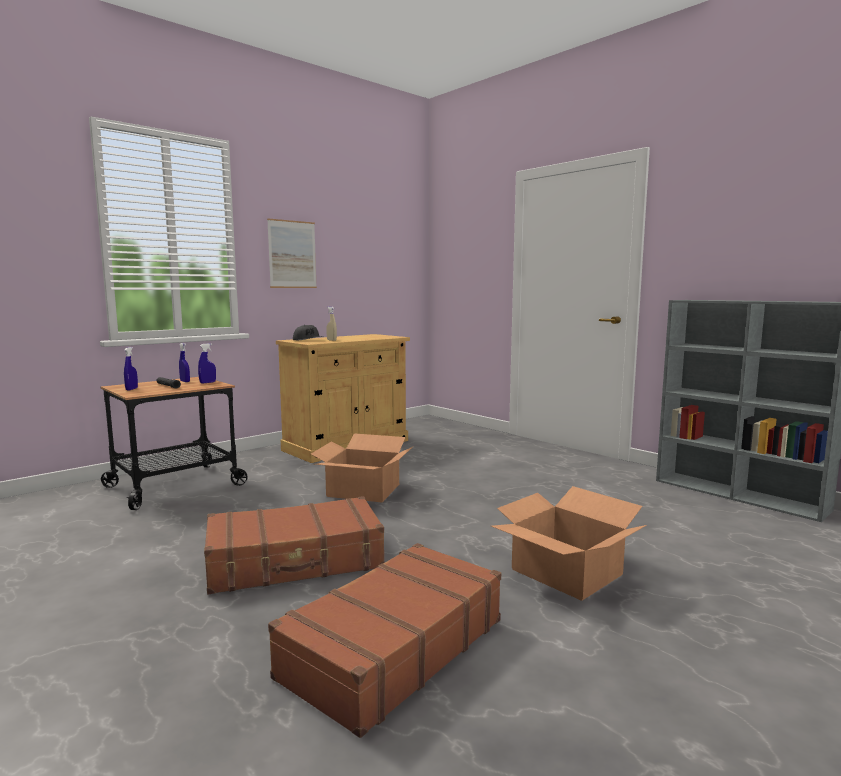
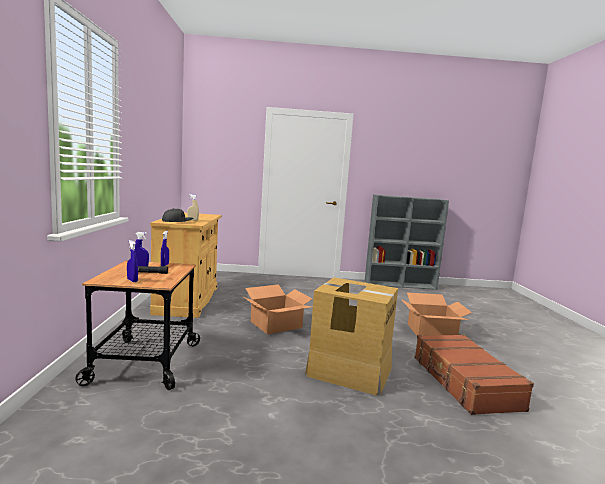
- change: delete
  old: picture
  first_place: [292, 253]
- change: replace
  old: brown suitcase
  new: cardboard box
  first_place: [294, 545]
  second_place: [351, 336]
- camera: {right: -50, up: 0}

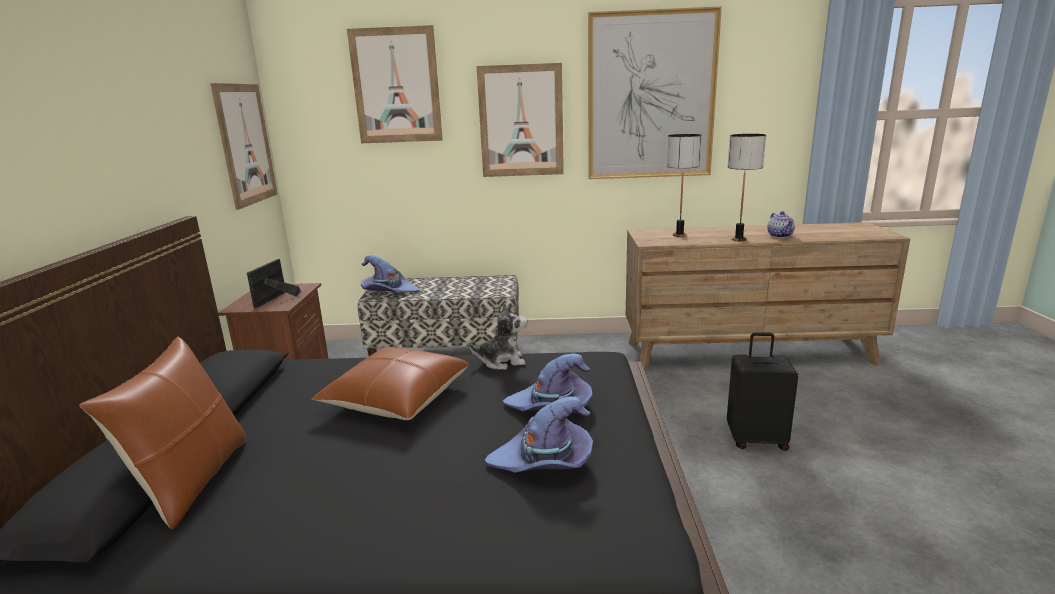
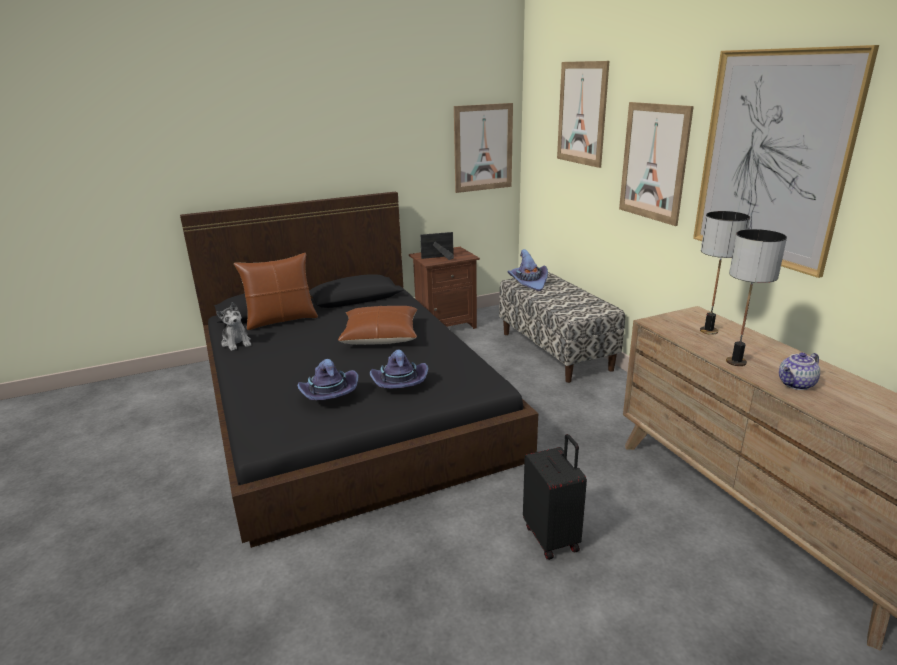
- change: move
  old: plush toy
  first_place: [498, 336]
  second_place: [233, 326]
- camera: {right: 65, up: 5}

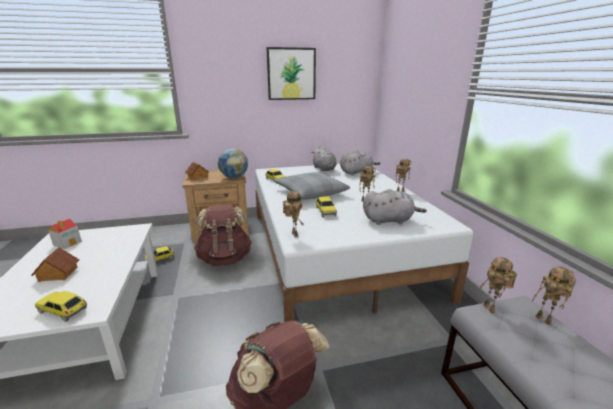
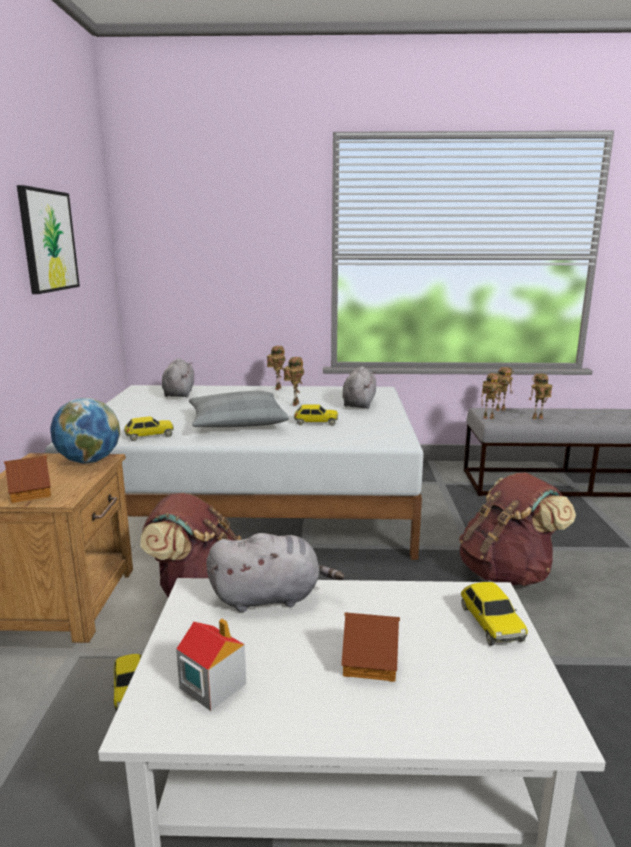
- change: move
  old: grey plush toy
  first_place: [324, 159]
  second_place: [275, 572]
- change: move
  old: toy robot
  first_place: [293, 214]
  second_place: [540, 396]
- change: rotate
  old: toy car
  first_place: [61, 306]
  second_place: [494, 614]
  degrees: -45
- camera: {right: -75, up: -5}

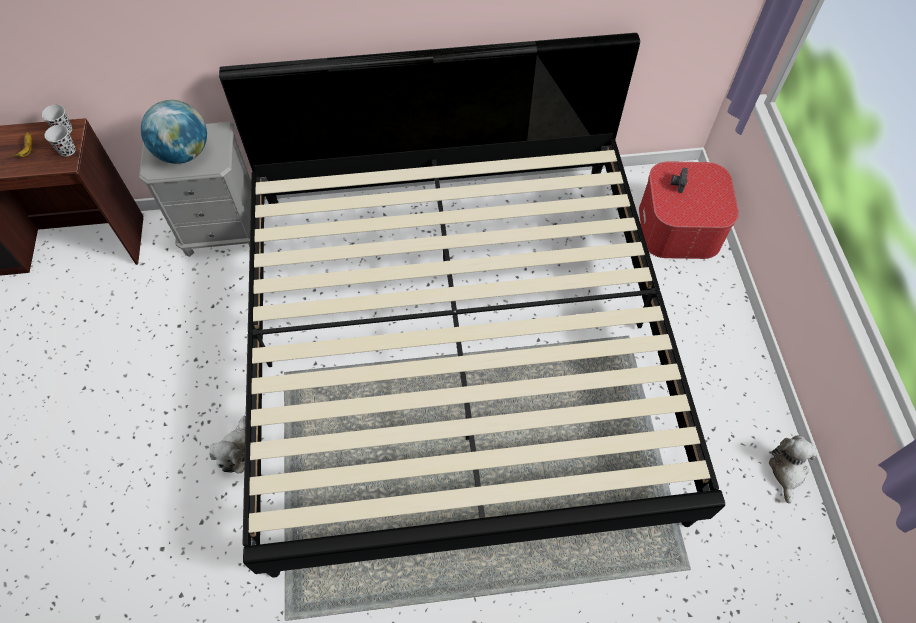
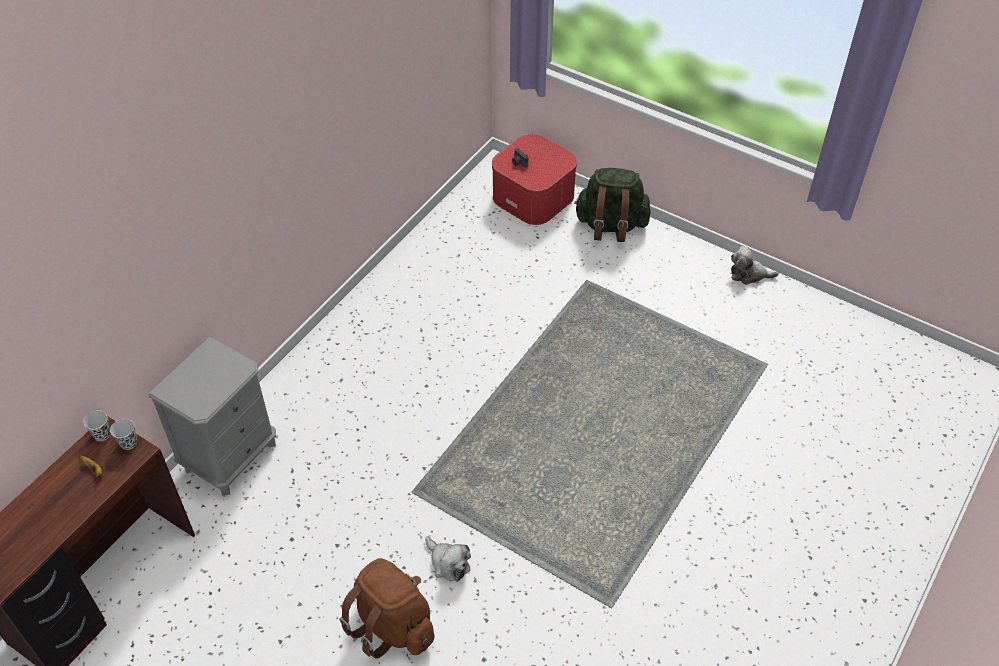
- change: delete
  old: bed
  first_place: [472, 305]
- change: delete
  old: globe
  first_place: [174, 132]
- change: rotate
  old: plush toy
  first_place: [792, 469]
  second_place: [755, 265]
  degrees: -45
- change: insert
  new: green backpack
  second_place: [612, 205]
- change: insert
  new: brown backpack
  second_place: [387, 608]
- camera: {right: -50, up: -10}

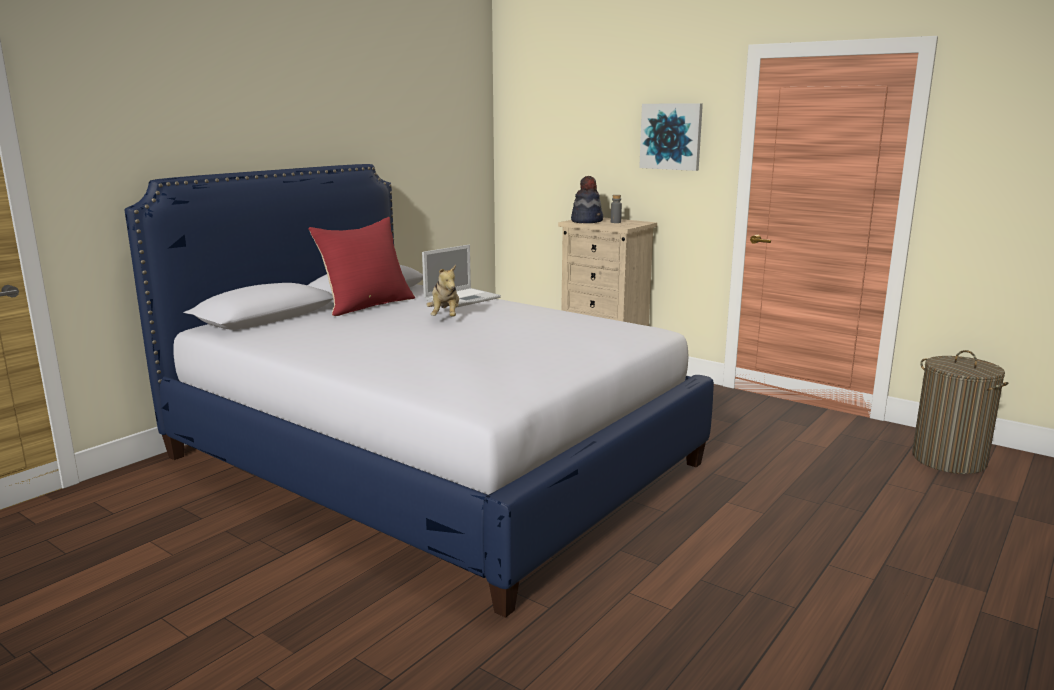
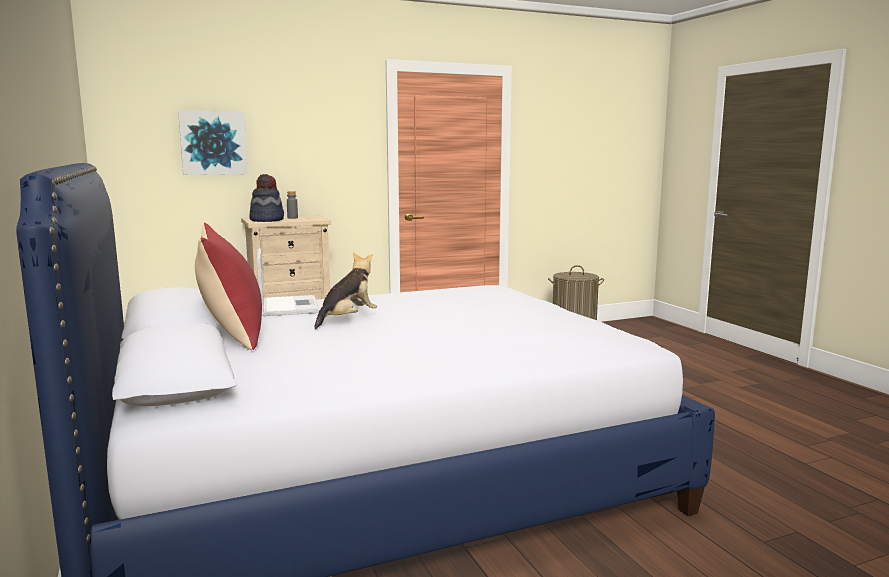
- change: move
  old: picture
  first_place: [671, 137]
  second_place: [213, 142]
- change: rotate
  old: plush toy
  first_place: [442, 290]
  second_place: [345, 291]
  degrees: -75
- camera: {right: -60, up: -5}

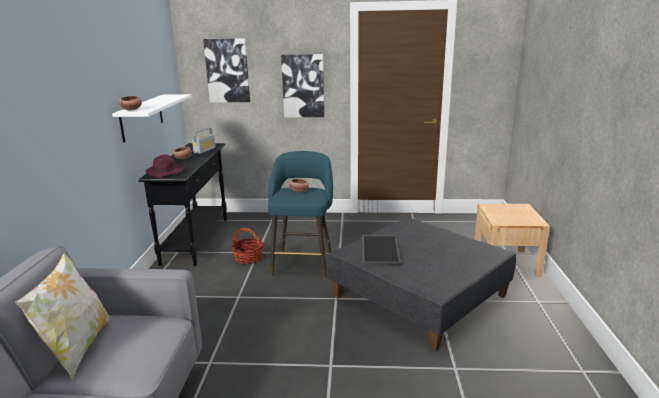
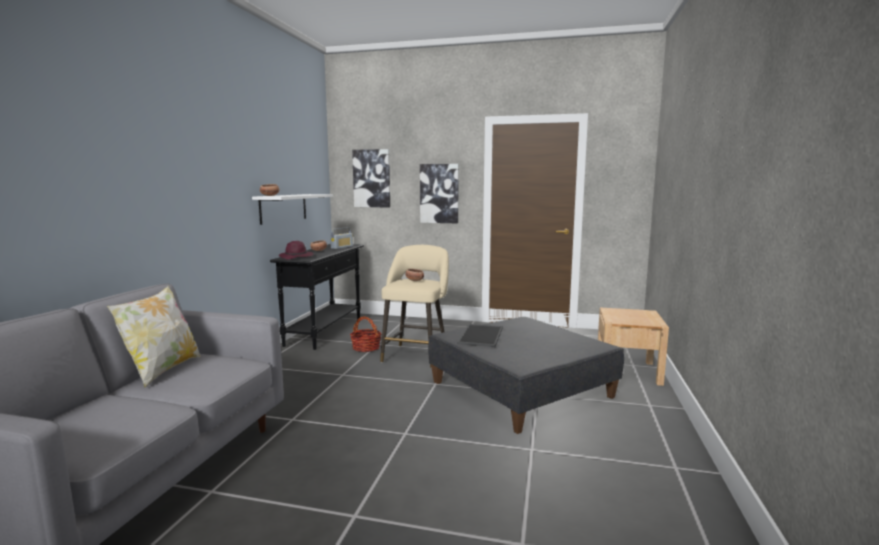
- change: recolor
  old: turquoise stool
  new: beige stool
  first_place: [300, 214]
  second_place: [414, 306]
- camera: {right: 10, up: -10}

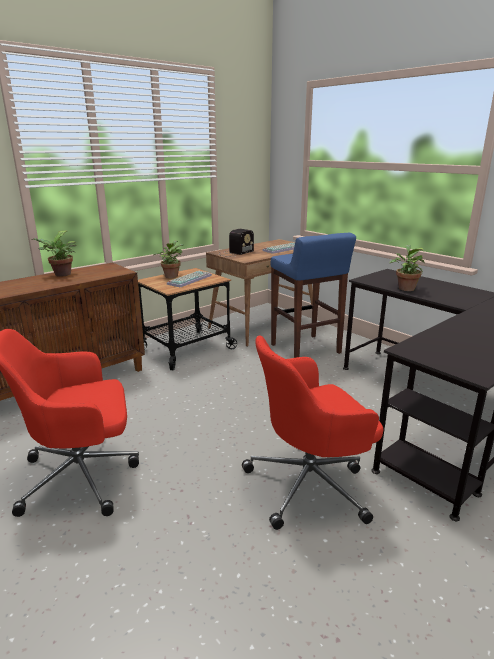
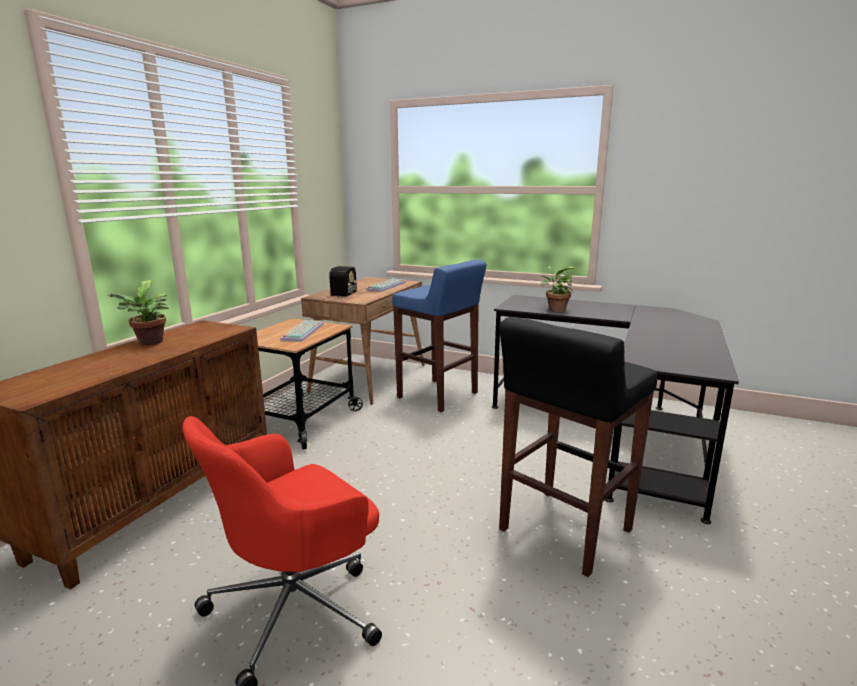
- change: delete
  old: potted plant
  first_place: [168, 259]
- change: replace
  old: red office chair
  new: black stool
  first_place: [312, 433]
  second_place: [578, 447]
- camera: {right: -25, up: -5}

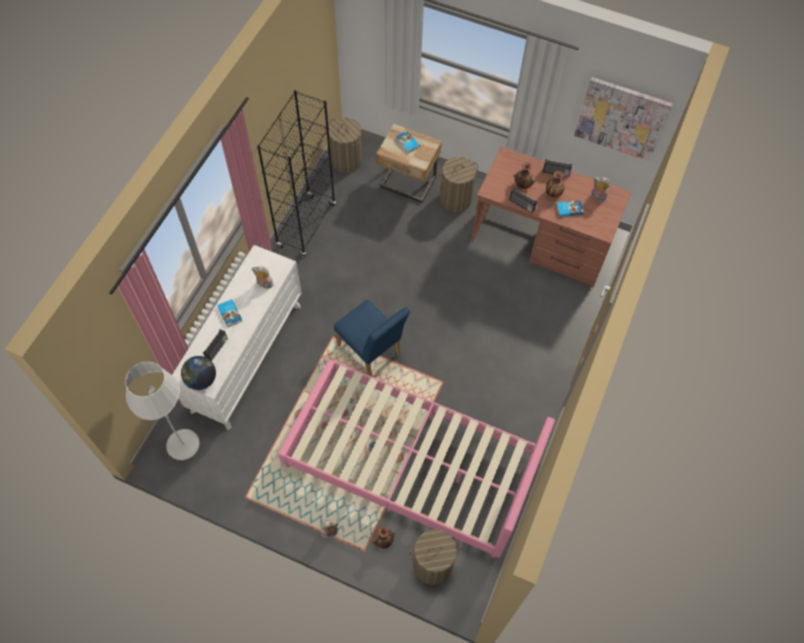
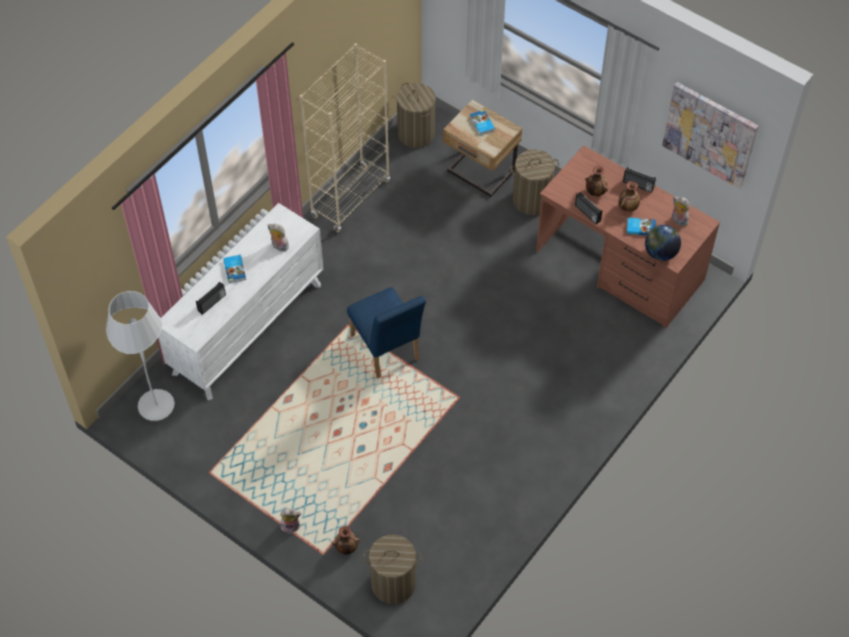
- change: recolor
  old: black bookcase
  new: beige bookcase
  first_place: [296, 173]
  second_place: [345, 137]
- change: move
  old: globe
  first_place: [198, 373]
  second_place: [663, 243]
- change: delete
  old: pink bed
  first_place: [416, 458]
- camera: {right: 15, up: -5}

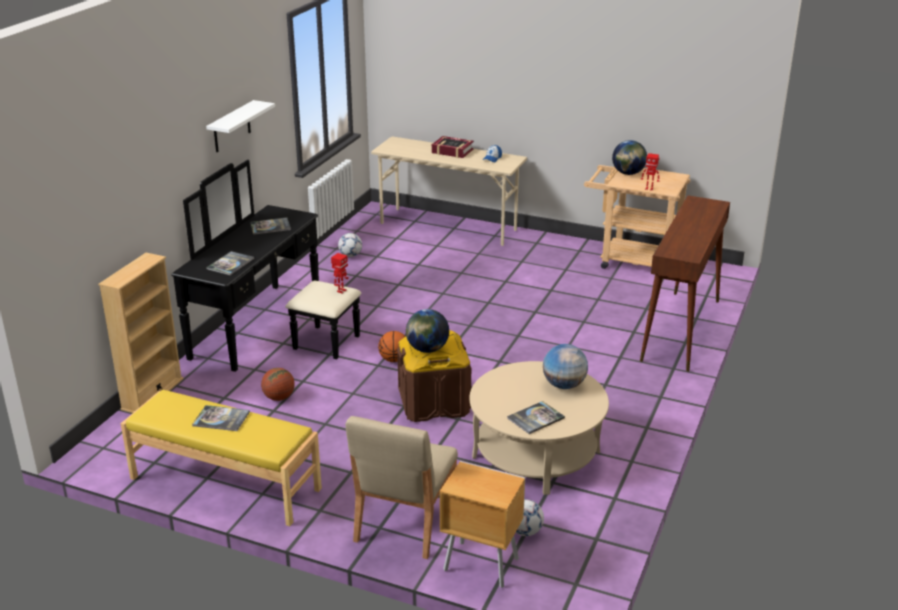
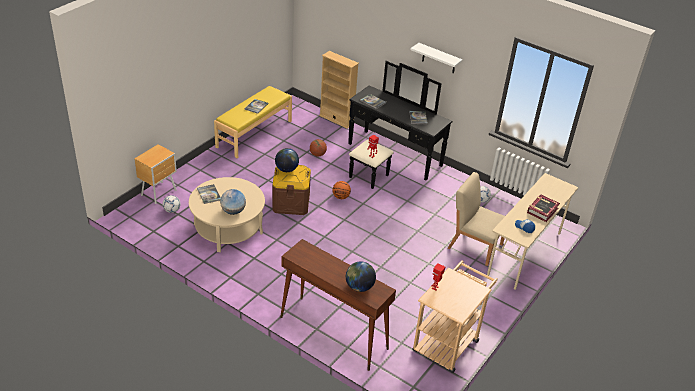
- change: move
  old: globe
  first_place: [629, 157]
  second_place: [361, 276]
- change: move
  old: beige chair
  first_place: [401, 487]
  second_place: [476, 219]
- camera: {right: 100, up: 10}

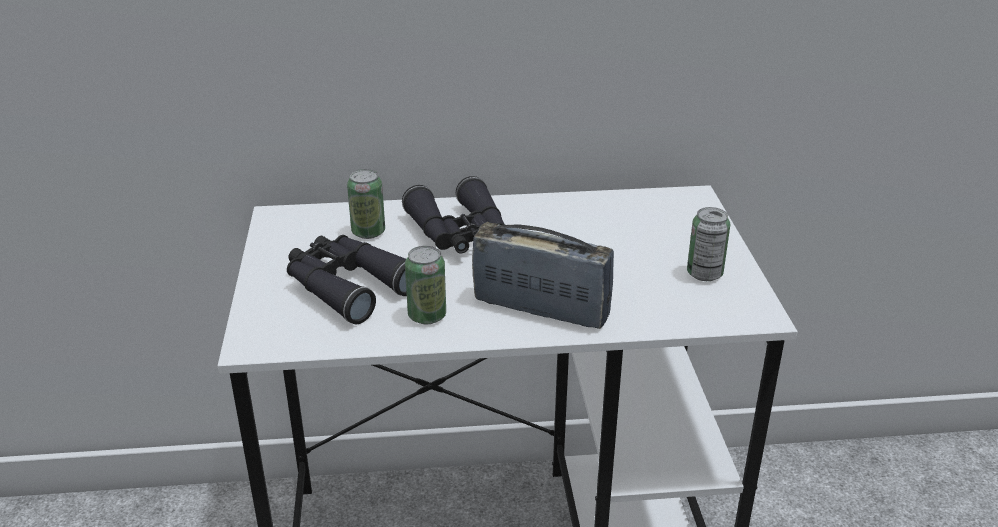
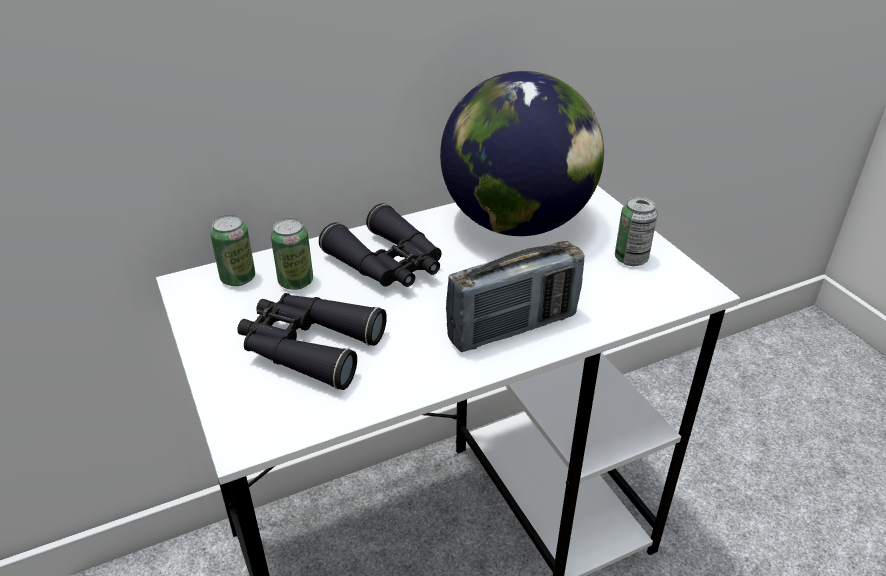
- change: rotate
  old: radio
  first_place: [543, 275]
  second_place: [515, 296]
  degrees: 150
- change: move
  old: can
  first_place: [425, 285]
  second_place: [232, 250]
- change: insert
  new: globe
  second_place: [522, 153]
- camera: {right: -20, up: 5}

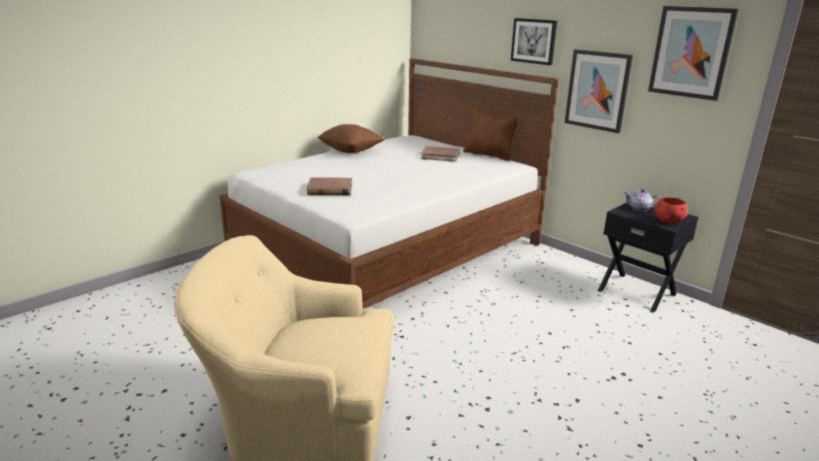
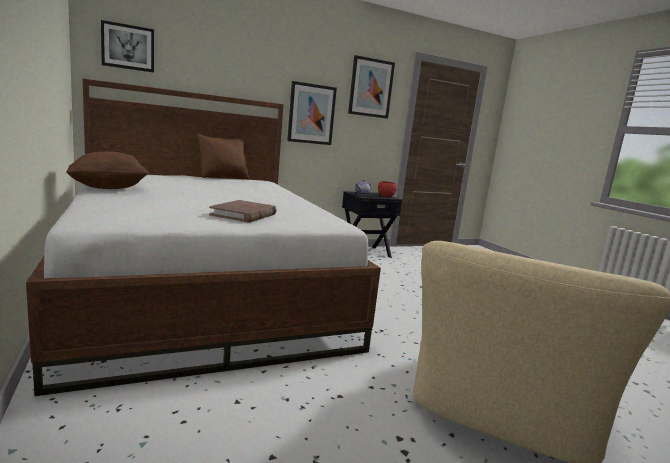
- change: move
  old: picture
  first_place: [534, 41]
  second_place: [127, 46]
- change: delete
  old: brown book
  first_place: [440, 154]
- camera: {right: -70, up: -10}

